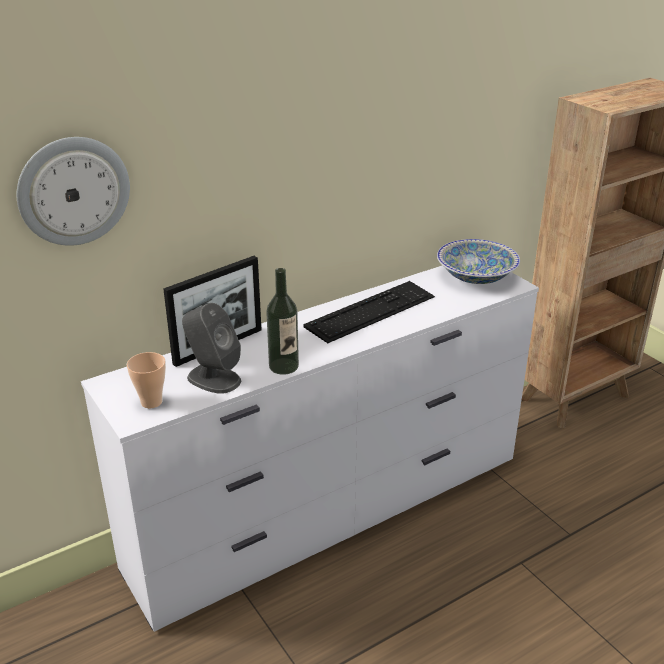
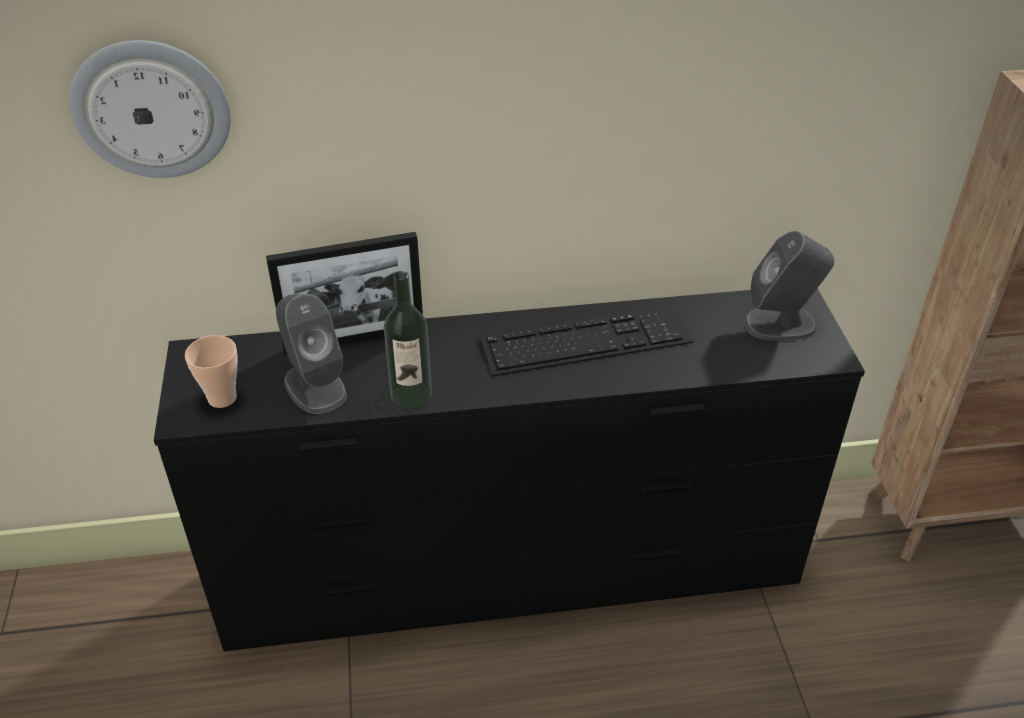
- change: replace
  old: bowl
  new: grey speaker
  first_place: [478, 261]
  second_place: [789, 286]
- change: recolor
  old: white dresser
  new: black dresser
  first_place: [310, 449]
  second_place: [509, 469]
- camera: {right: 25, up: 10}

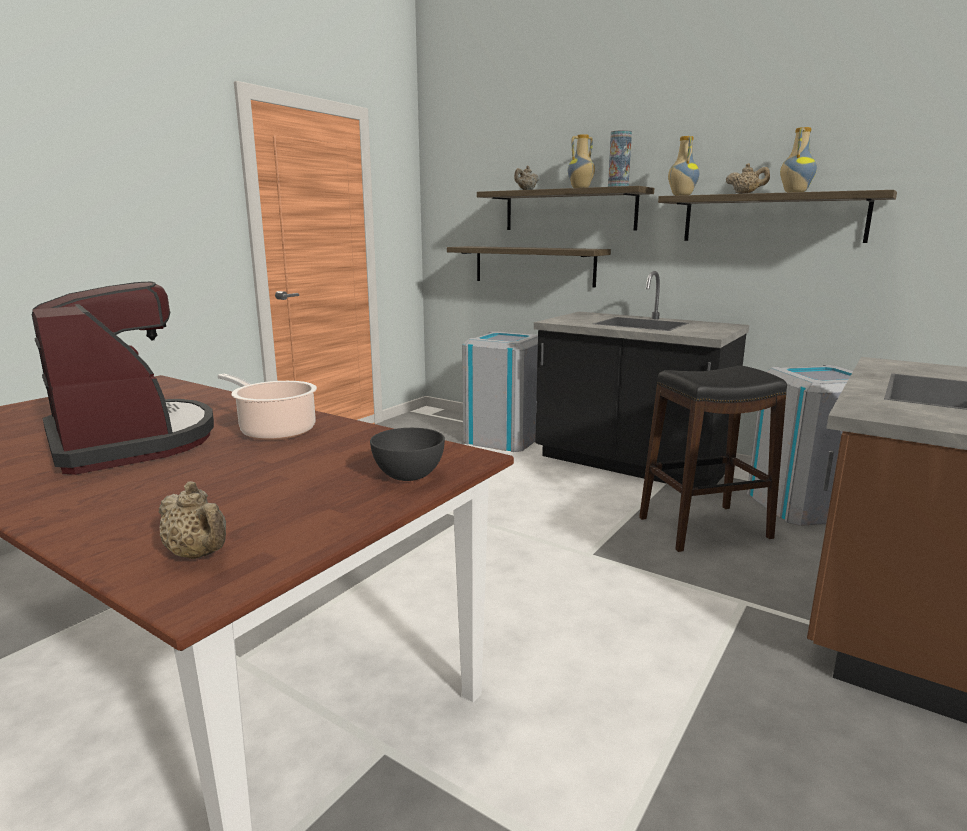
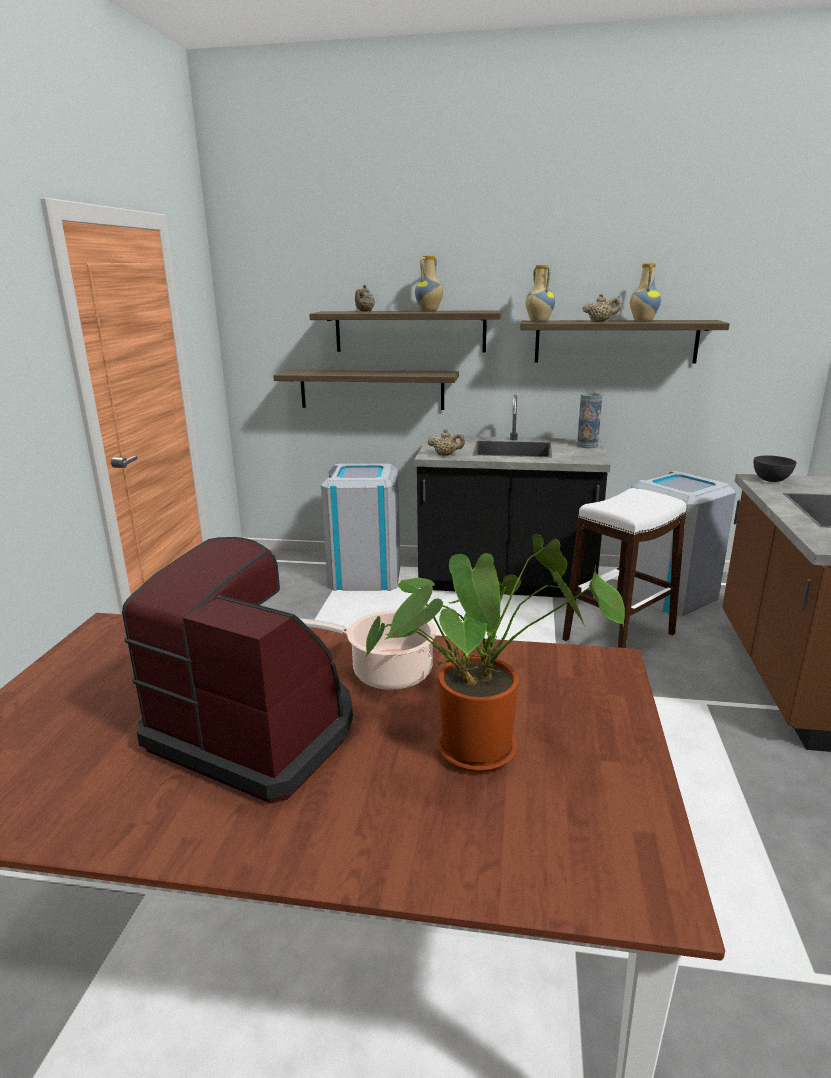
- change: move
  old: vase
  first_place: [620, 158]
  second_place: [589, 420]
- change: recolor
  old: black stool
  new: white stool
  first_place: [713, 459]
  second_place: [624, 568]
- change: move
  old: grey bowl
  first_place: [407, 454]
  second_place: [775, 469]
- change: move
  old: beige teapot
  first_place: [192, 520]
  second_place: [446, 442]
- change: insert
  new: potted plant
  second_place: [495, 653]
- camera: {right: -25, up: 5}

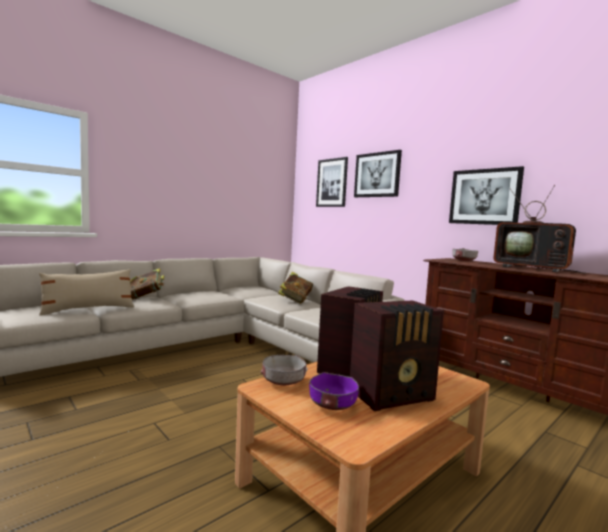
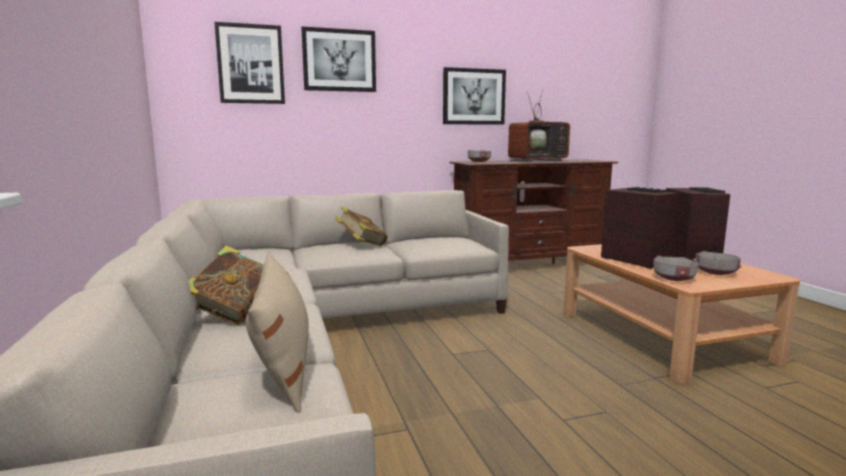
- change: recolor
  old: purple bowl
  new: grey bowl
  first_place: [334, 391]
  second_place: [717, 263]
- camera: {right: -65, up: 5}

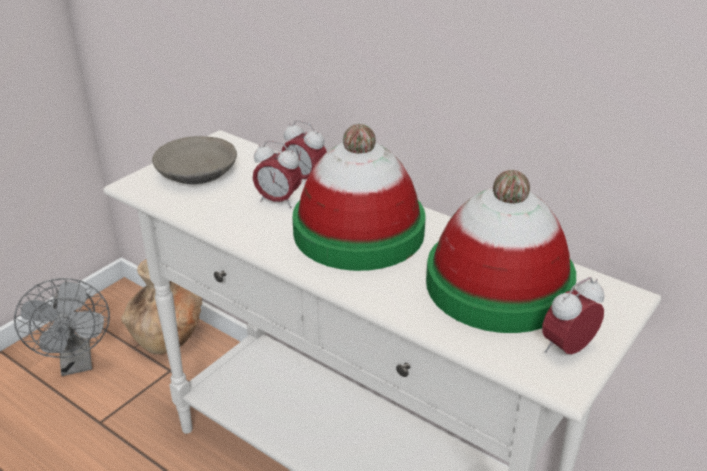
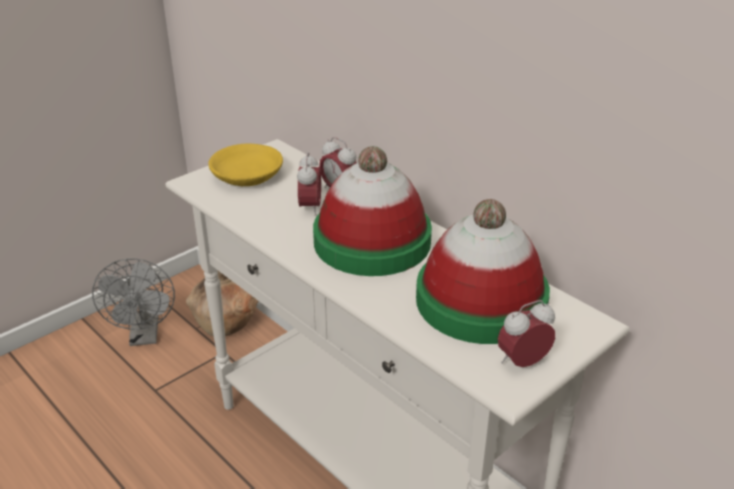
- change: recolor
  old: grey bowl
  new: yellow bowl
  first_place: [194, 160]
  second_place: [245, 165]
- change: rotate
  old: alarm clock
  first_place: [277, 174]
  second_place: [309, 184]
  degrees: -120
- camera: {right: 10, up: 0}

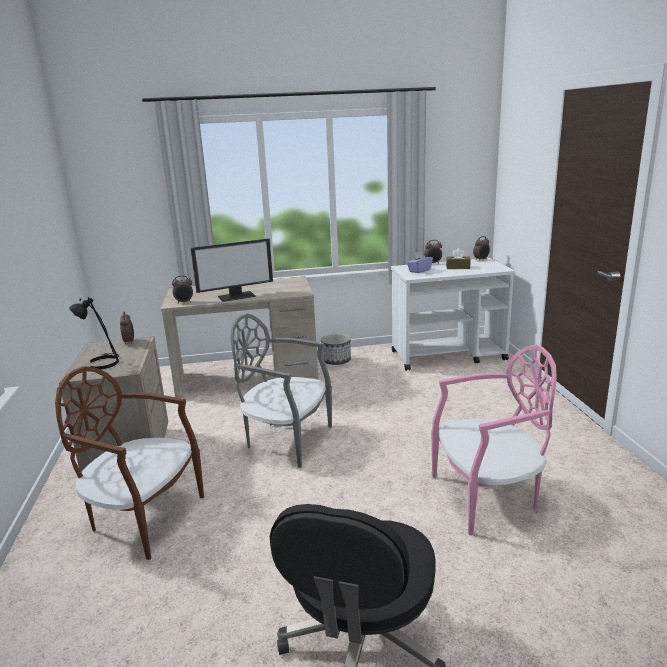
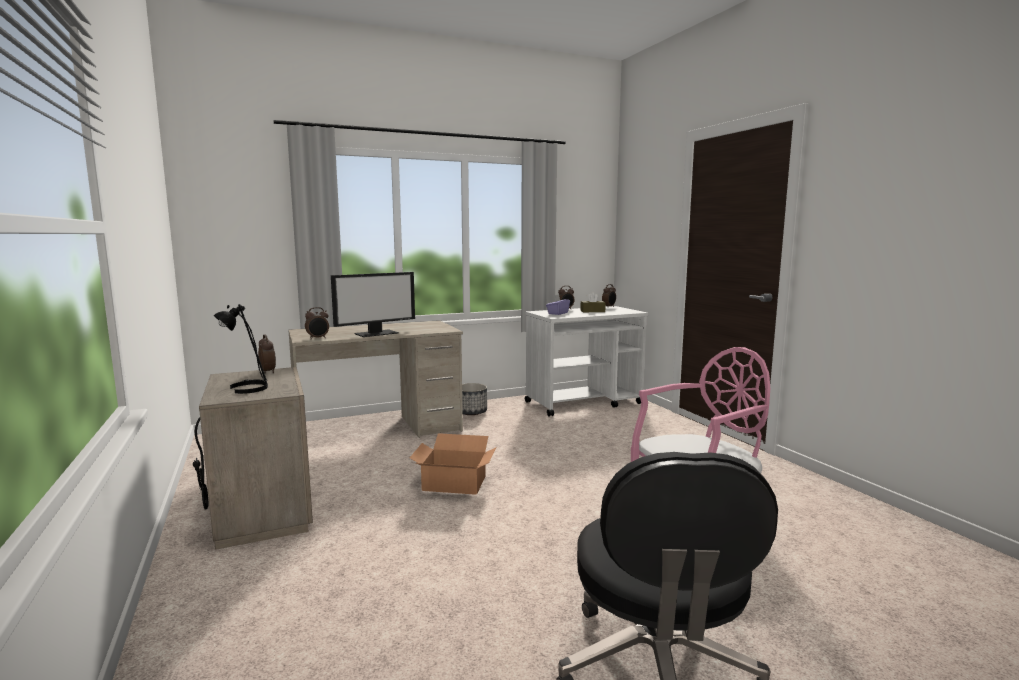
- change: replace
  old: grey chair
  new: cardboard box
  first_place: [281, 391]
  second_place: [453, 464]
- change: delete
  old: brown chair
  first_place: [129, 463]
- camera: {right: -15, up: -10}

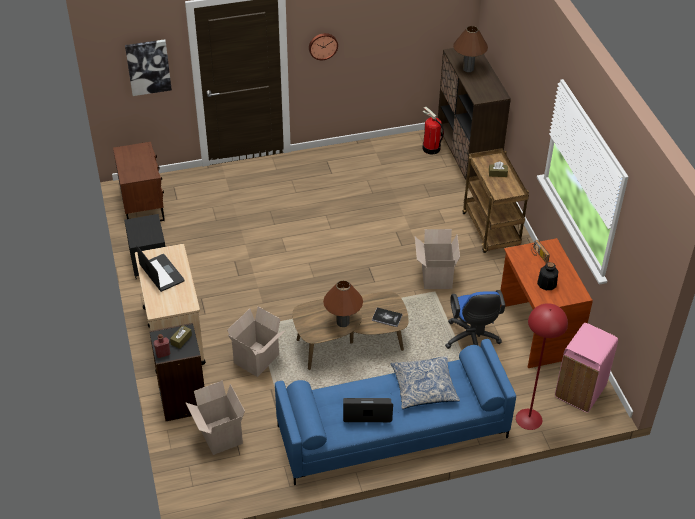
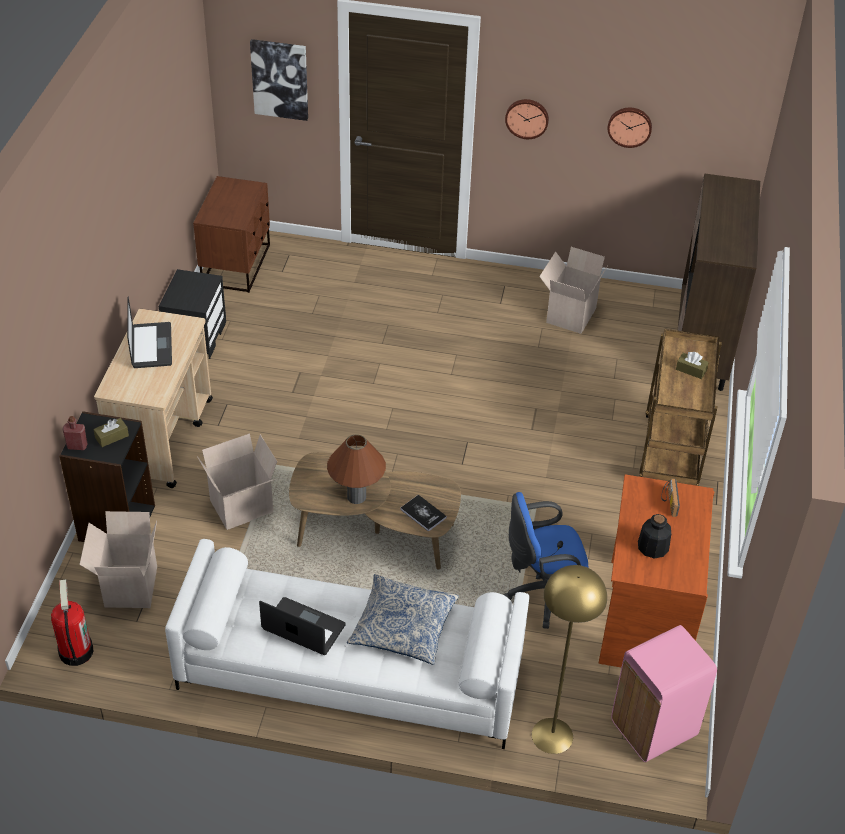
- change: delete
  old: brown table lamp
  first_place: [470, 49]
- change: move
  old: fire extinguisher
  first_place: [433, 131]
  second_place: [72, 622]
- change: move
  old: cardboard box
  first_place: [437, 259]
  second_place: [574, 290]
- change: rotate
  old: blue office chair
  first_place: [475, 319]
  second_place: [546, 560]
  degrees: 60
- change: recolor
  old: red floor lamp
  new: yellow floor lamp
  first_place: [542, 366]
  second_place: [569, 659]
- change: recolor
  old: blue sofa
  new: white sofa
  first_place: [395, 412]
  second_place: [347, 644]
- change: insert
  new: wall clock
  second_place: [630, 128]
- camera: {right: 25, up: 0}

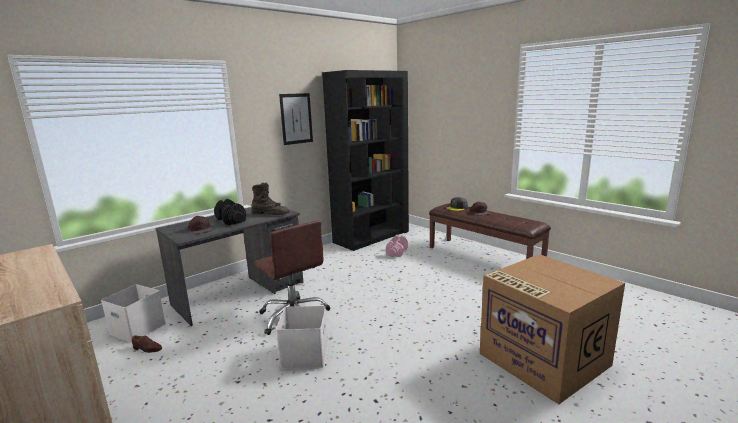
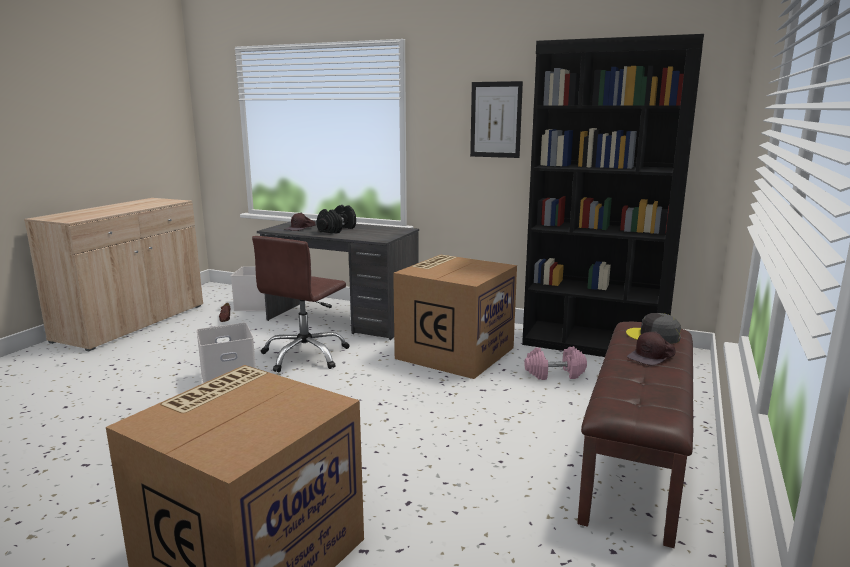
- change: delete
  old: brown boot
  first_place: [270, 198]
- change: insert
  new: cardboard box
  second_place: [455, 317]
- camera: {right: 65, up: 0}

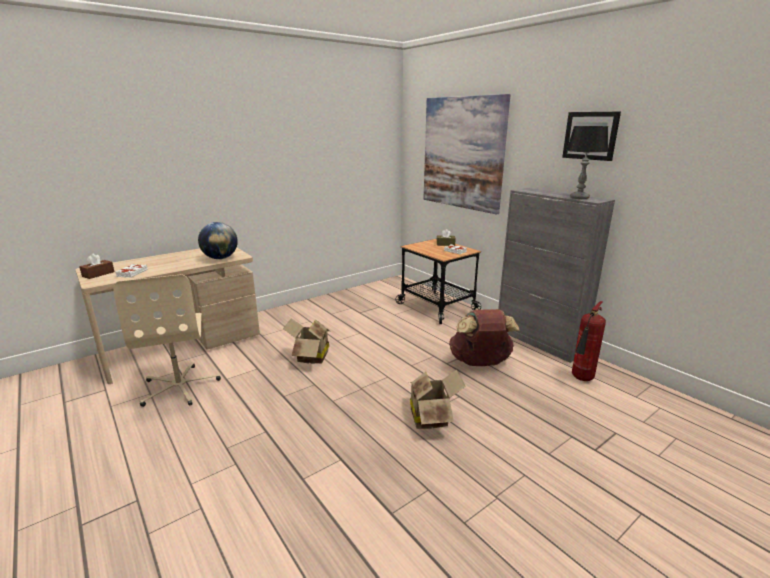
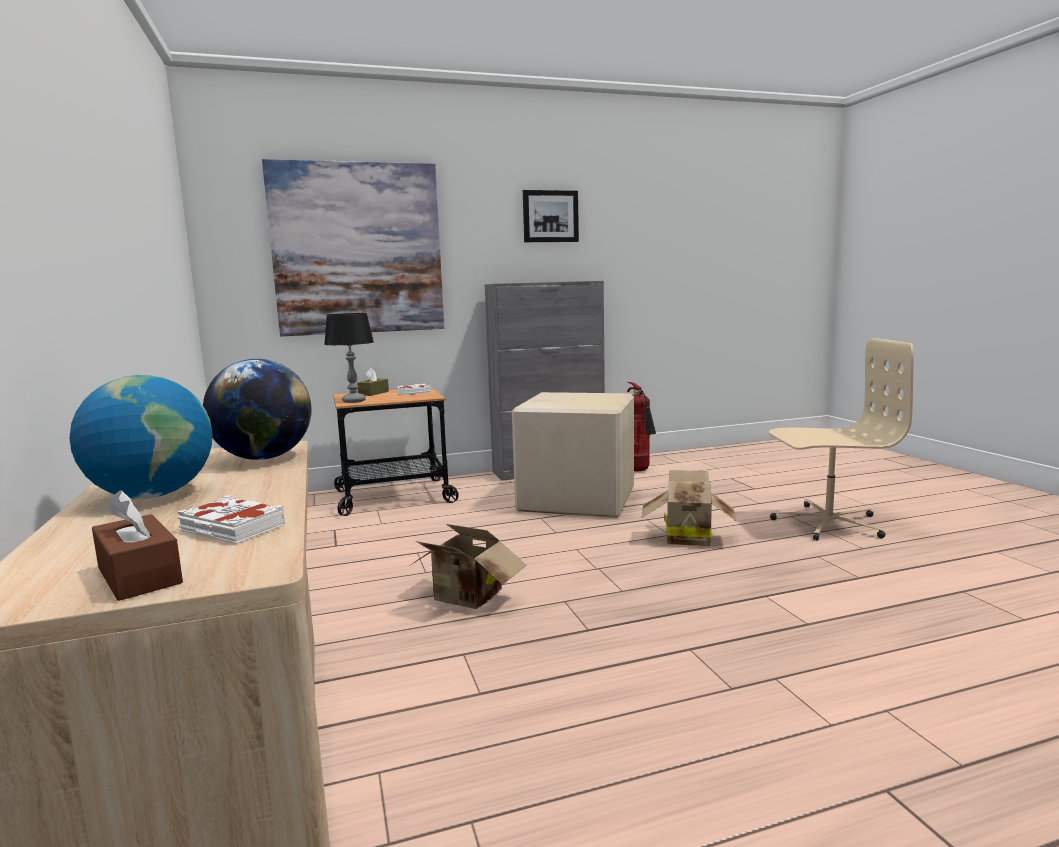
- change: move
  old: table lamp
  first_place: [587, 162]
  second_place: [349, 358]
- change: move
  old: beige office chair
  first_place: [167, 340]
  second_place: [841, 439]
- change: replace
  old: brown backpack
  new: cardboard box
  first_place: [484, 337]
  second_place: [573, 455]
- change: insert
  new: globe
  second_place: [141, 437]
- camera: {right: -70, up: -10}

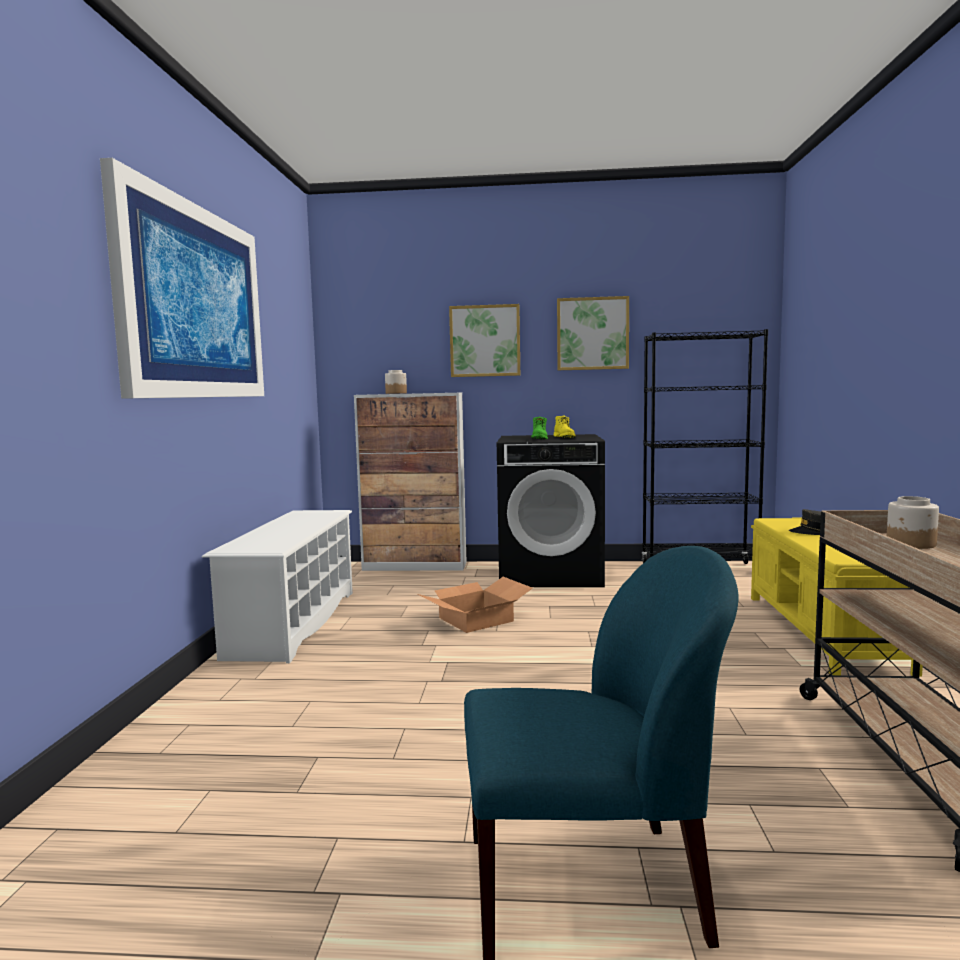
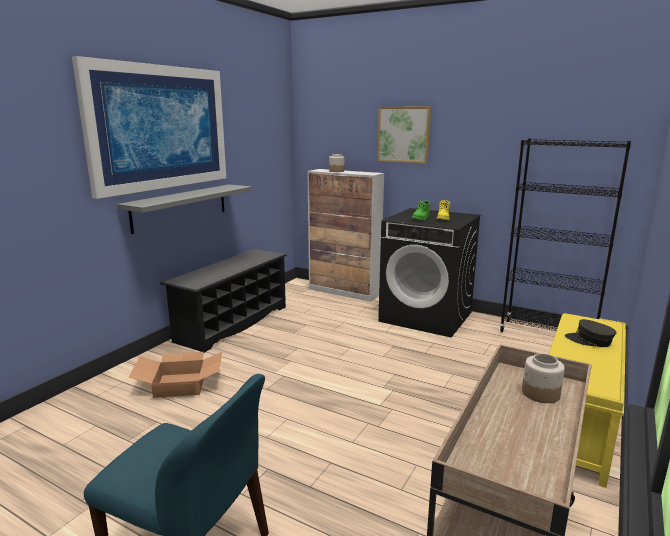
- change: delete
  old: picture
  first_place: [593, 333]
- change: recolor
  old: white shoe rack
  new: black shoe rack
  first_place: [277, 586]
  second_place: [223, 301]
- change: move
  old: cardboard box
  first_place: [475, 605]
  second_place: [176, 374]
- change: insert
  new: grey shelf
  second_place: [184, 209]
- camera: {right: 25, up: 10}

